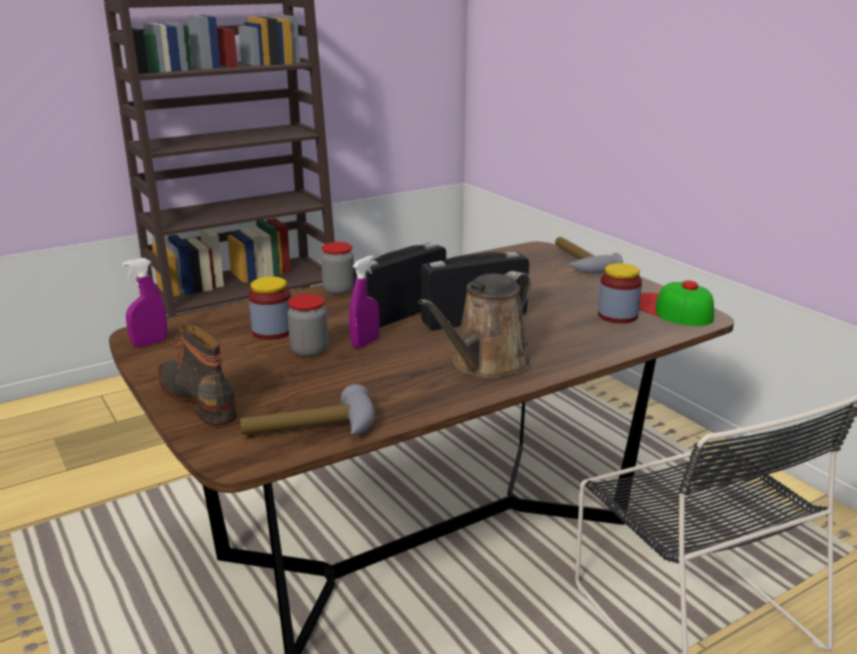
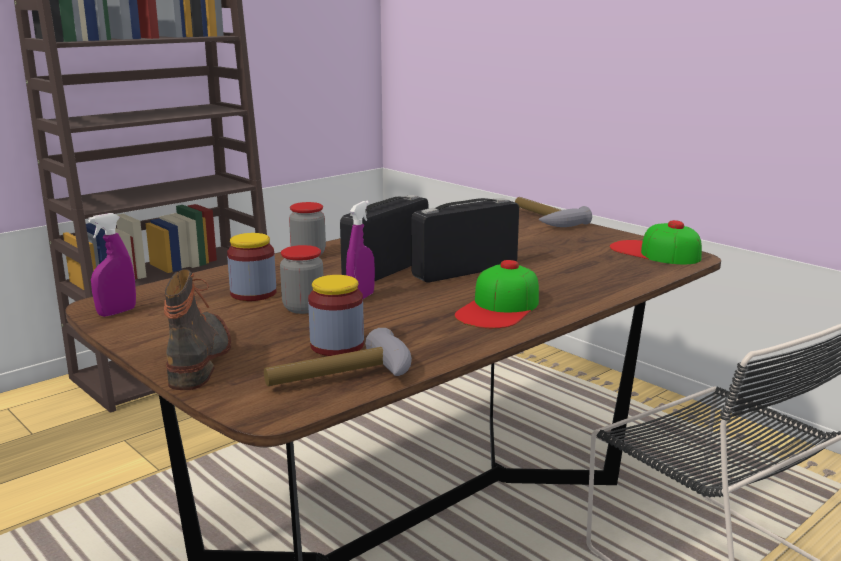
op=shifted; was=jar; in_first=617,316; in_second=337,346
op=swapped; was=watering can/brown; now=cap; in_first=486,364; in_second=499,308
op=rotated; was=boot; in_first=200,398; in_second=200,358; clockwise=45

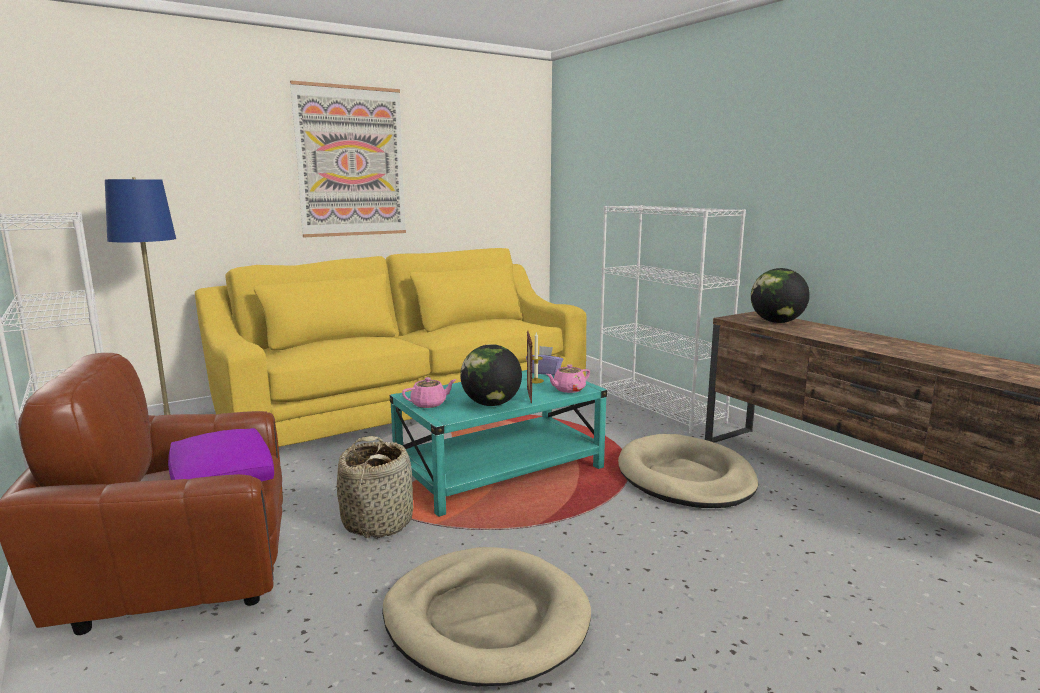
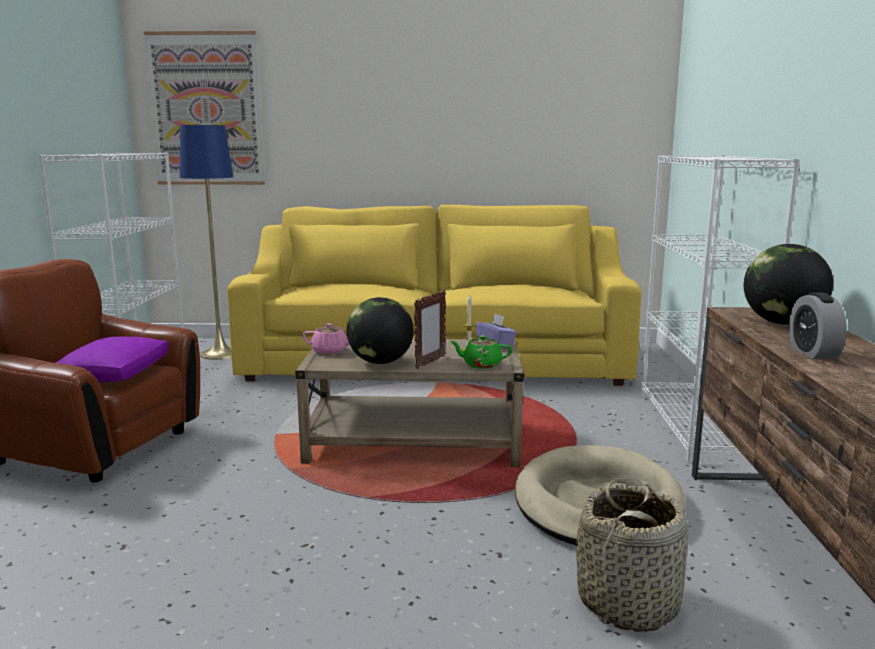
op=gone; was=dog bed/beige; in_first=486,620
op=new; now=alarm clock; in_second=813,353
op=shifted; was=picture; in_first=351,162; in_second=206,109
op=shifted; was=basket; in_first=378,522; in_second=628,602
op=repainted; was=coffee table/turquoise; now=coffee table/beige; in_first=500,472; in_second=414,442
op=repainted; was=teapot/pink; now=teapot/green; in_first=568,389; in_second=481,365

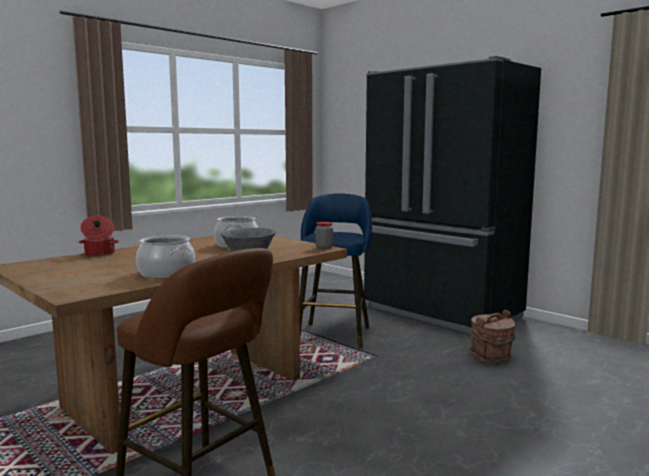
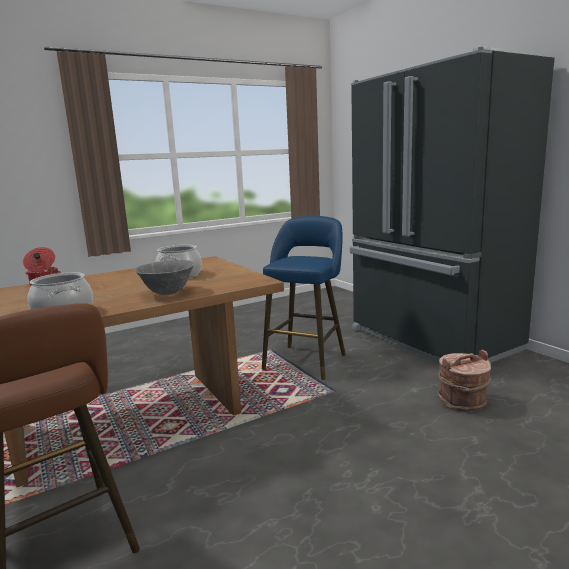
op=gone; was=jar; in_first=324,247

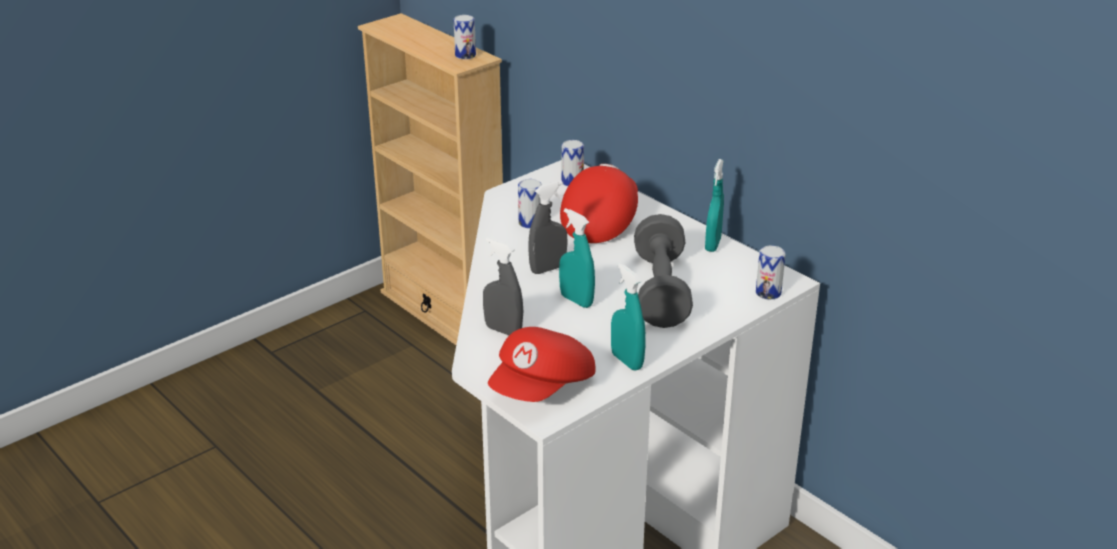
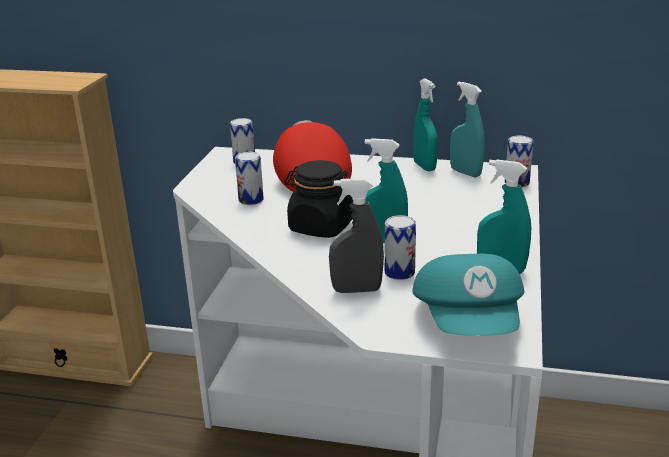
op=gone; was=dumbbell/grey; in_first=661,291
op=new; now=spray bottle/turquoise; in_second=465,172
op=shifted; was=can; in_first=465,55; in_second=399,272
op=swapped; was=spray bottle/grey; now=jar/black; in_first=548,269; in_second=320,227
op=repainted; was=cap/red; now=cap/turquoise; in_first=543,388; in_second=470,323

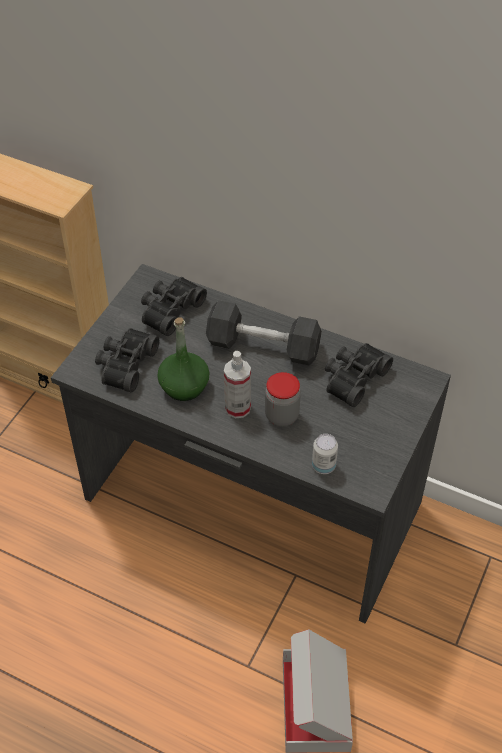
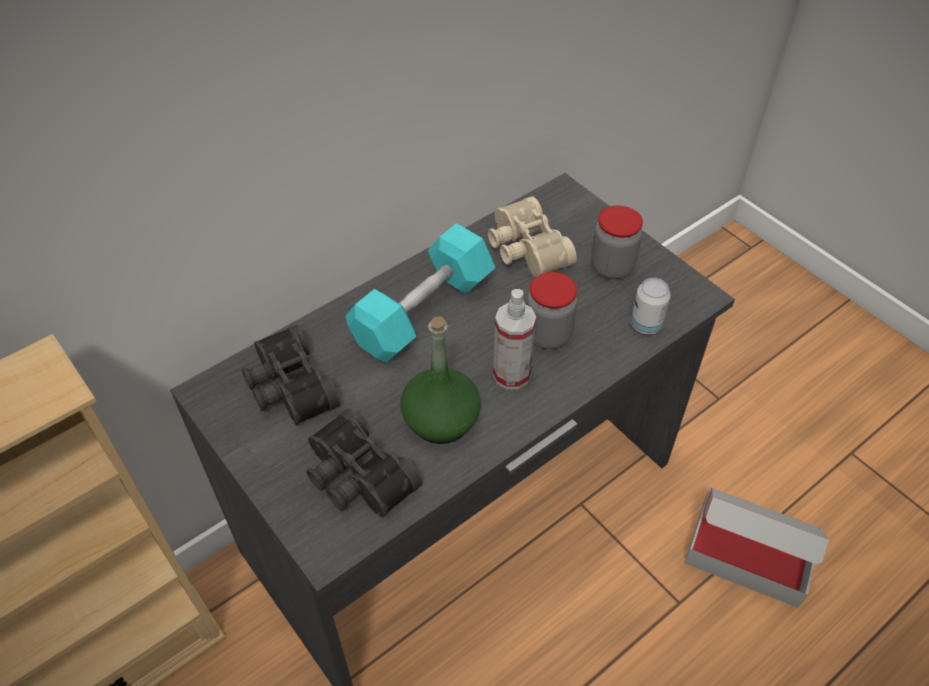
op=new; now=jar; in_second=612,267
op=repainted; was=dumbbell/grey; now=dumbbell/turquoise; in_first=263,346; in_second=423,311
op=repainted; was=binoculars/black; now=binoculars/beige; in_first=352,378; in_second=524,249

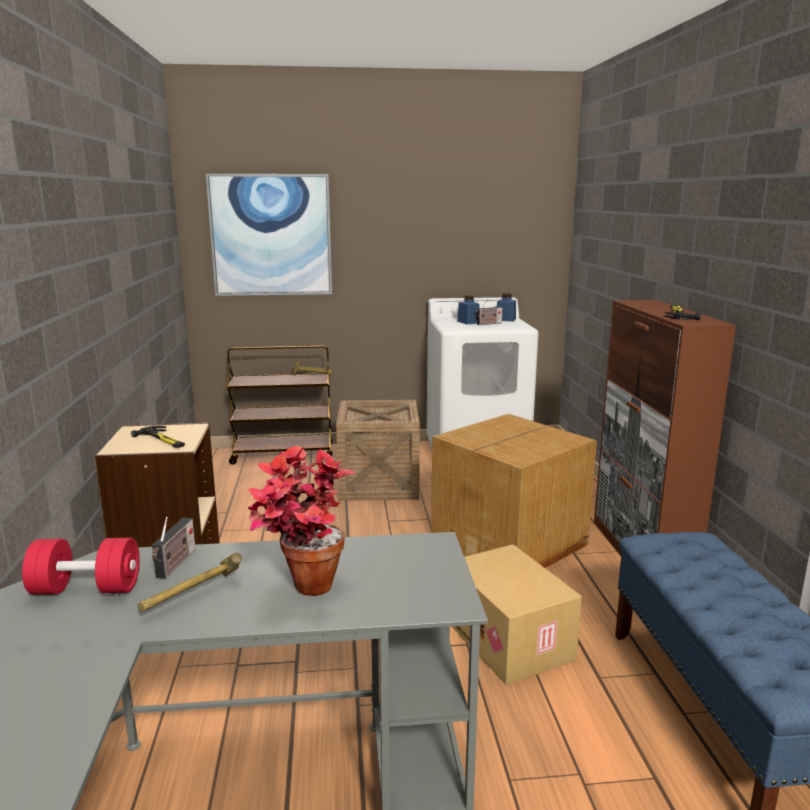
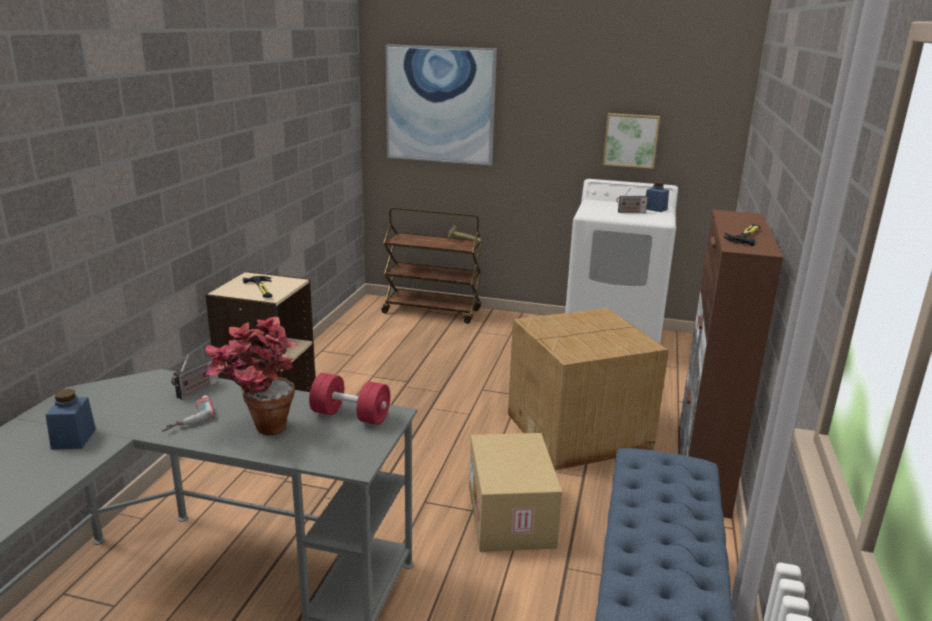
op=gone; was=crate; in_first=379,484
op=new; now=picture; in_second=631,140
op=shifted; was=dumbbell/red; in_first=86,589; in_second=350,416
op=shifted; was=jar/blue; in_first=468,322; in_second=74,439
op=swapped; was=hammer; now=power drill; in_first=192,597; in_second=187,417

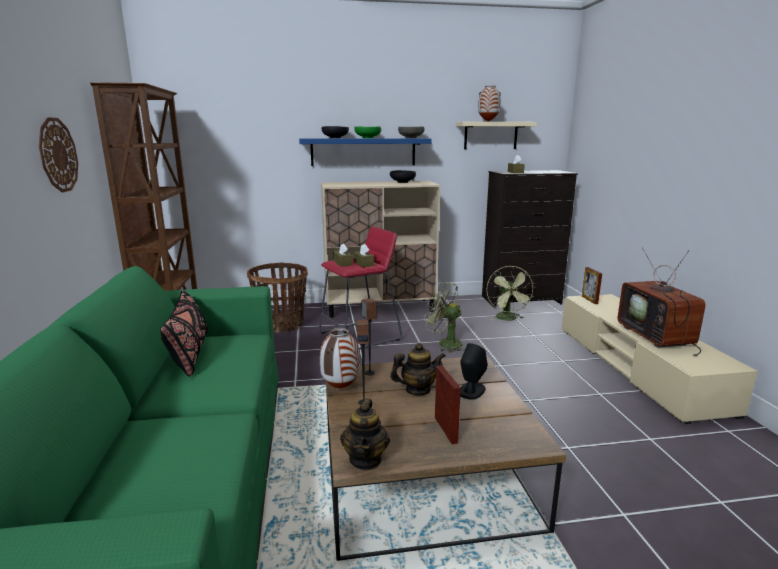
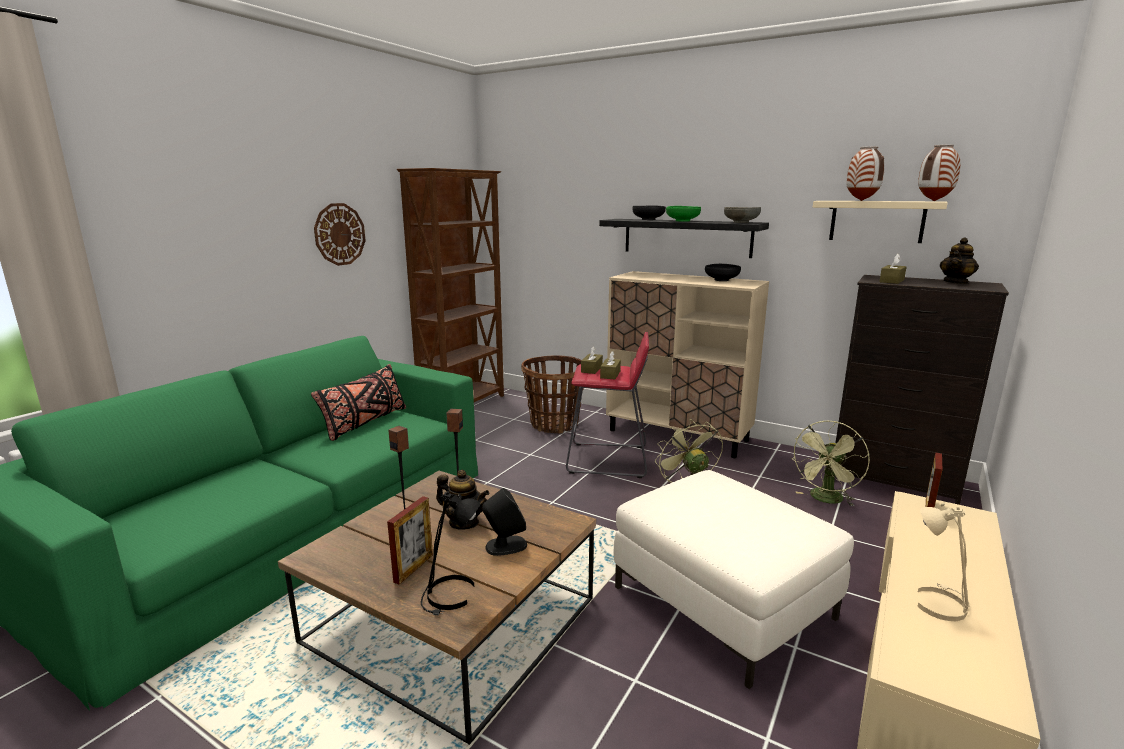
op=new; now=table lamp/black; in_second=450,596
op=new; now=ottoman/white; in_second=722,602
op=shifted; was=vase; in_first=340,387; in_second=934,201
op=shifted; was=teapot; in_first=366,459; in_second=956,282
op=swapped; was=television; now=table lamp/beige; in_first=658,337; in_second=938,603
op=repainted; was=shelf/blue; now=shelf/black; in_first=363,152; in_second=686,237

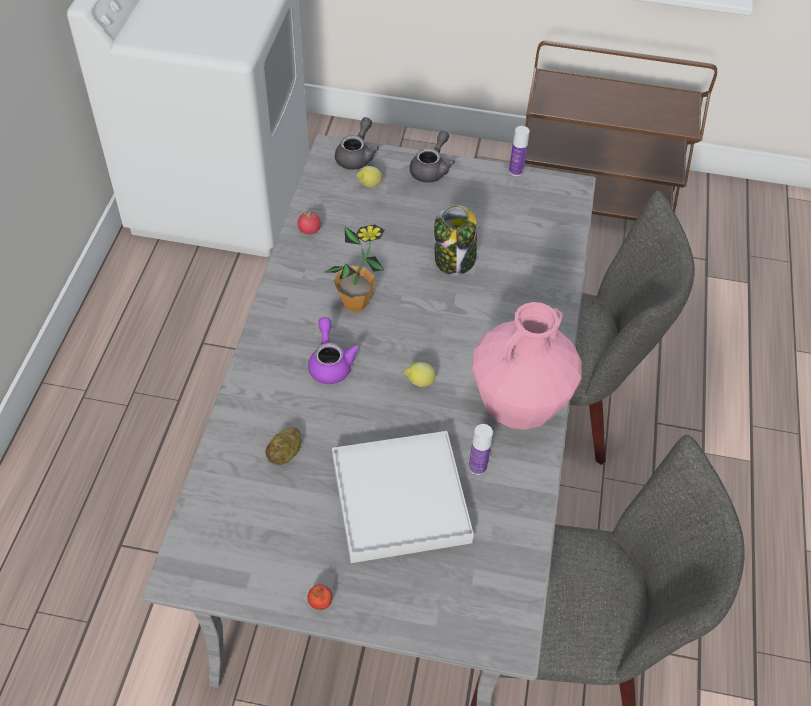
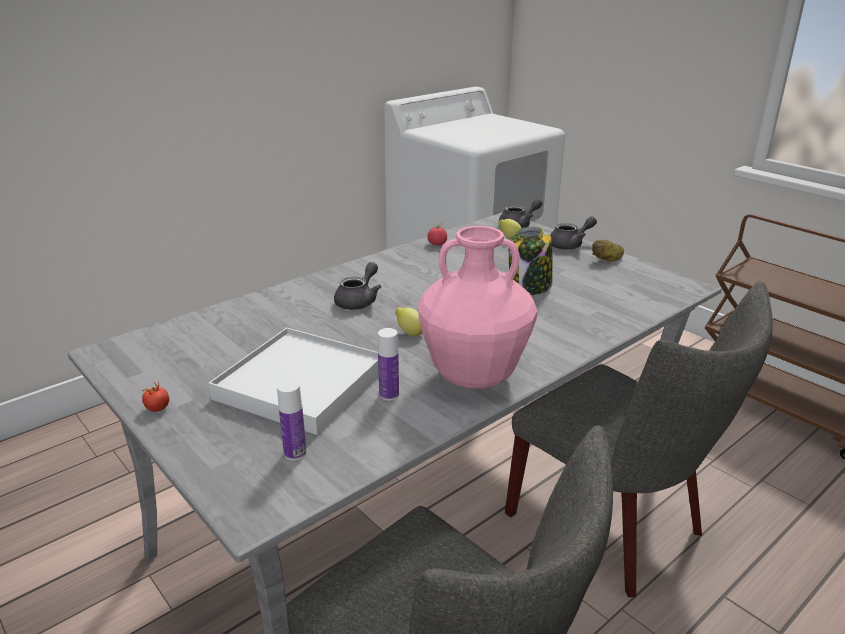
op=gone; was=potted plant; in_first=355,302
op=shifted; was=potato; in_first=286,453; in_second=607,260
op=shifted; was=bottle; in_first=516,171; in_second=295,453
op=repainted; was=teapot/purple; now=teapot/grey; in_first=330,363; in_second=359,301

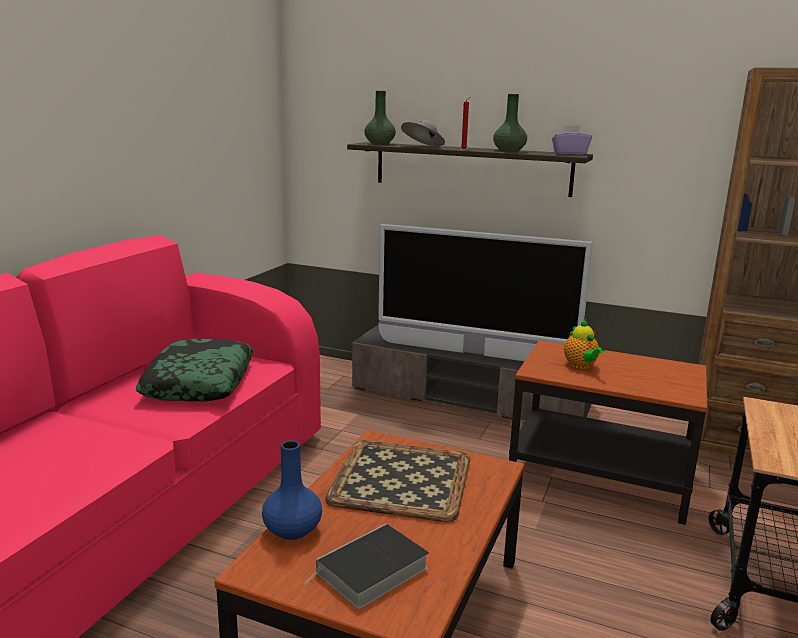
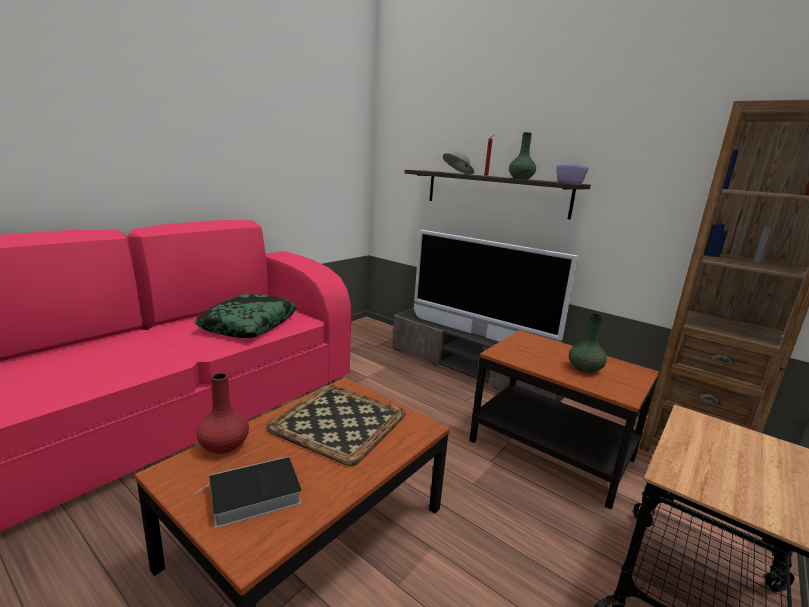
op=gone; was=teapot; in_first=581,366
op=shifted; was=vase/green; in_first=380,143; in_second=585,369
op=repainted; was=vase/blue; now=vase/red; in_first=293,530; in_second=224,446

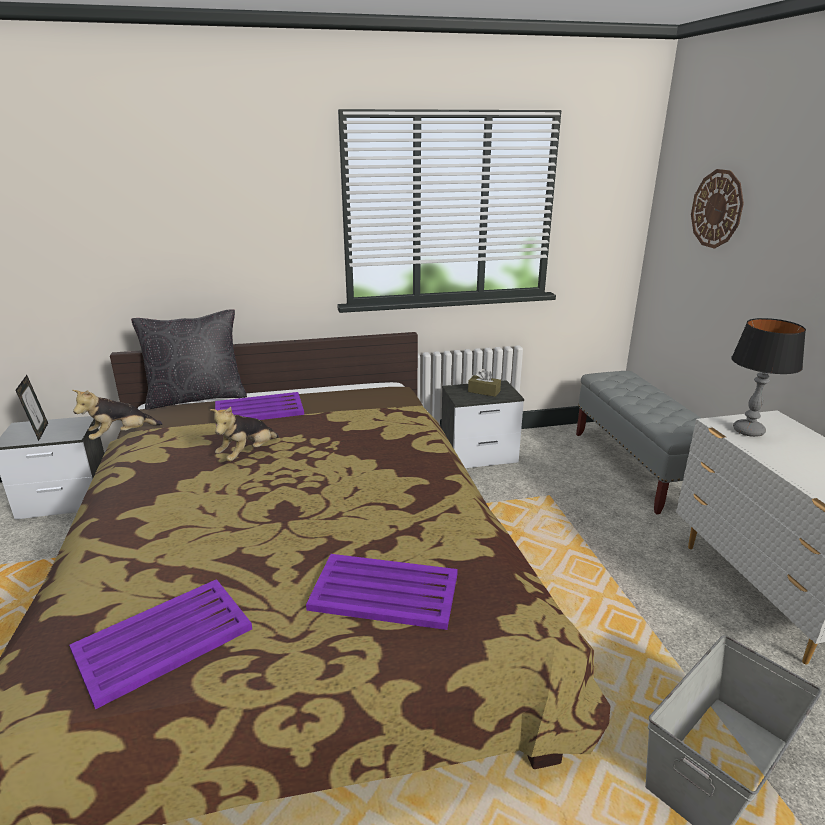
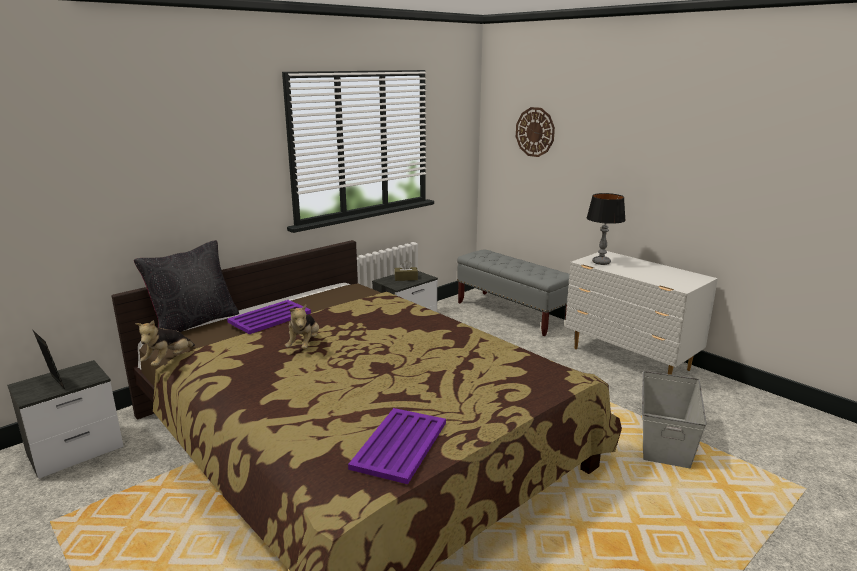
op=gone; was=tray/purple; in_first=386,592

